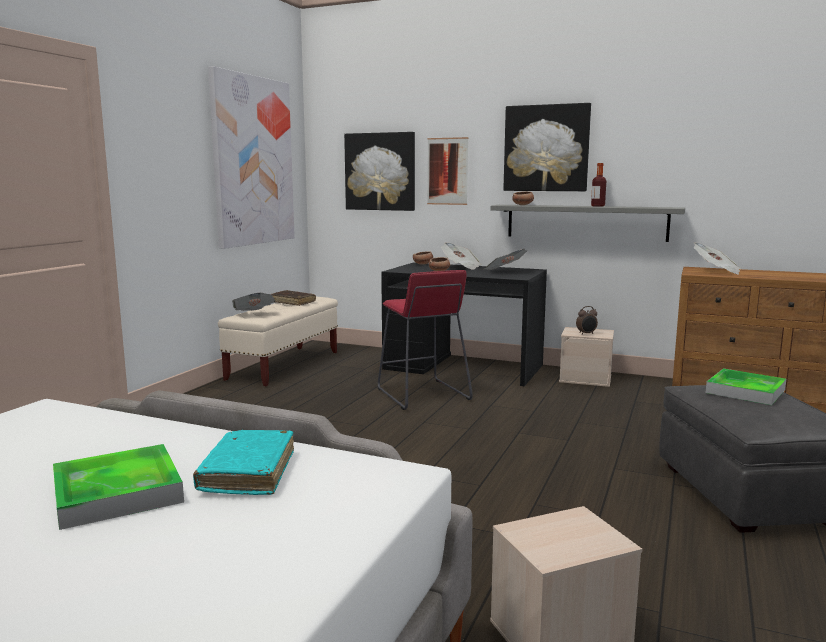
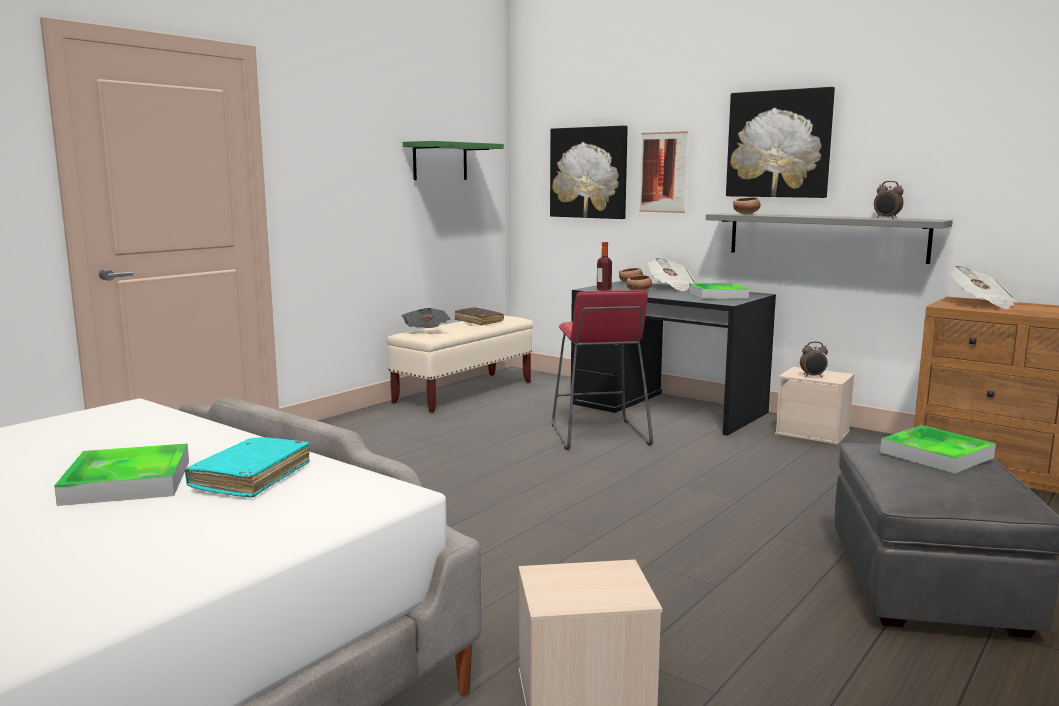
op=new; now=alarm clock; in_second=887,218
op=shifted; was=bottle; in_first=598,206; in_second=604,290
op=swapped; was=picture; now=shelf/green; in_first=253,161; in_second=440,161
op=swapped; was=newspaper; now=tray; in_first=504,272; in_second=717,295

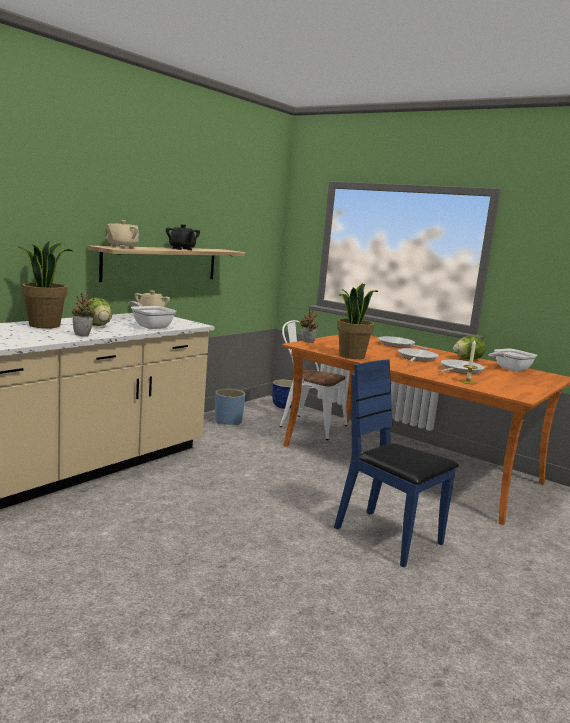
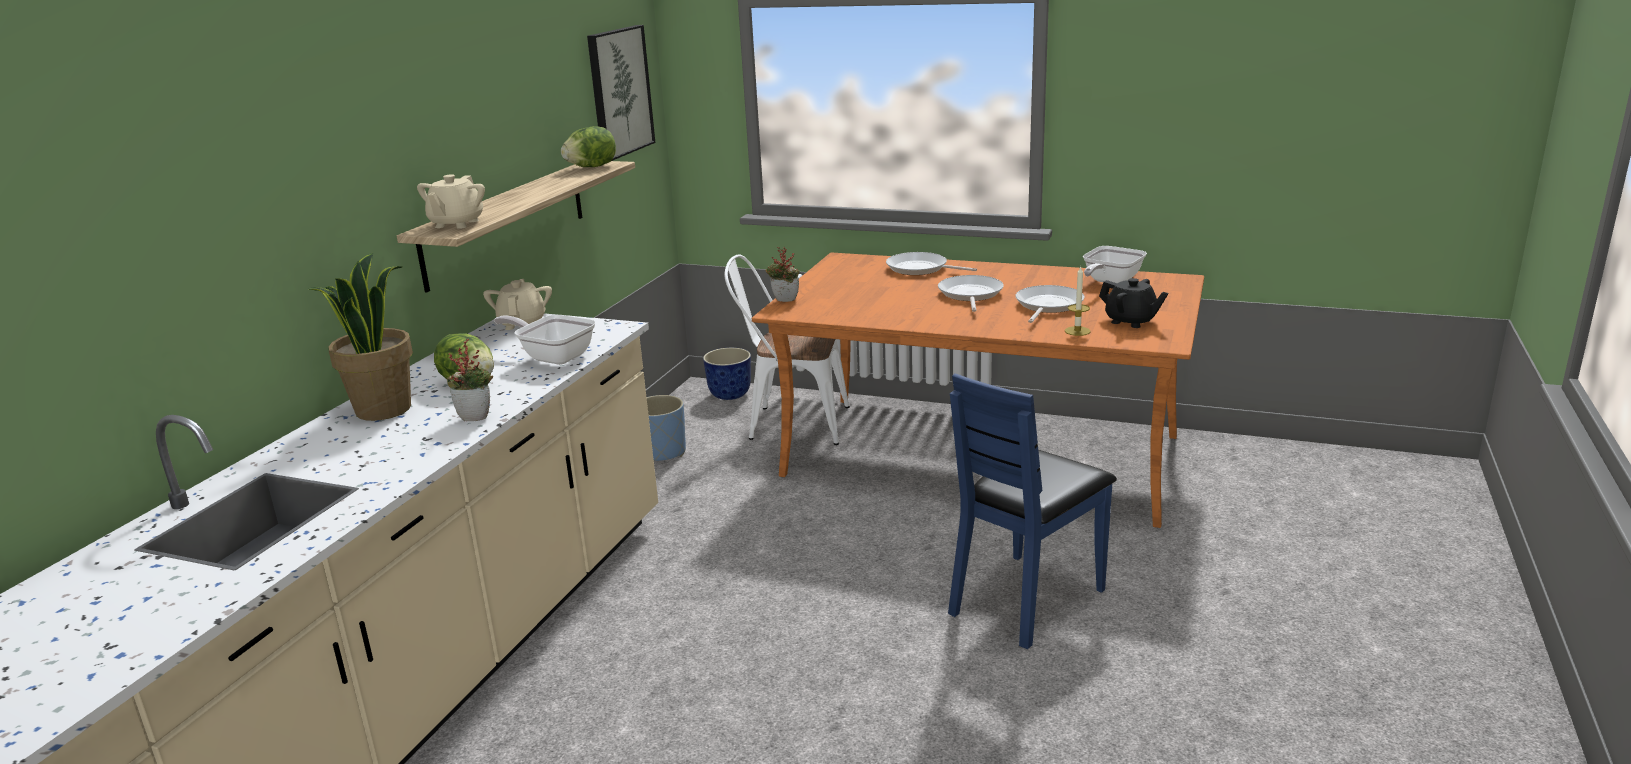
op=gone; was=potted plant; in_first=351,356
op=new; now=picture; in_second=619,92
op=shifted; was=teapot/black; in_first=182,249; in_second=1131,321
op=shifted; was=lettuce; in_first=467,359; in_second=591,167
op=rotated; was=chair/blue; in_first=388,537; in_second=1026,600; clockwise=-75

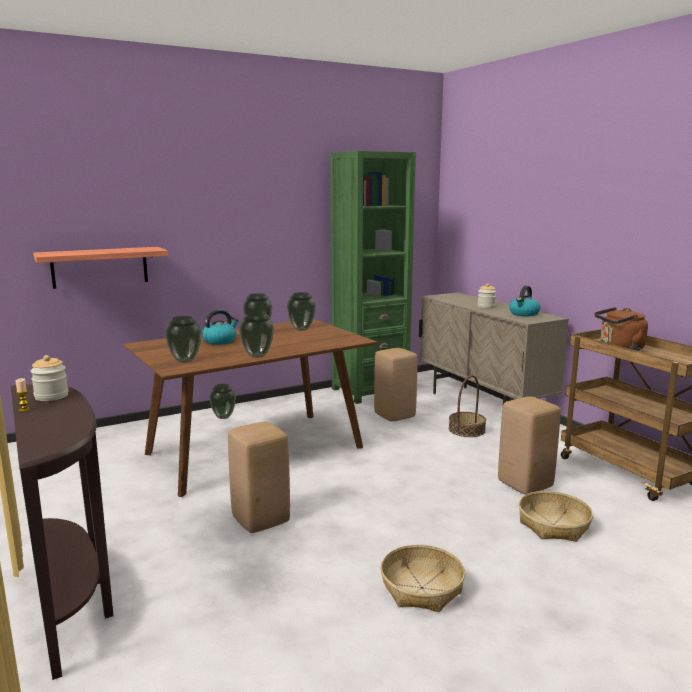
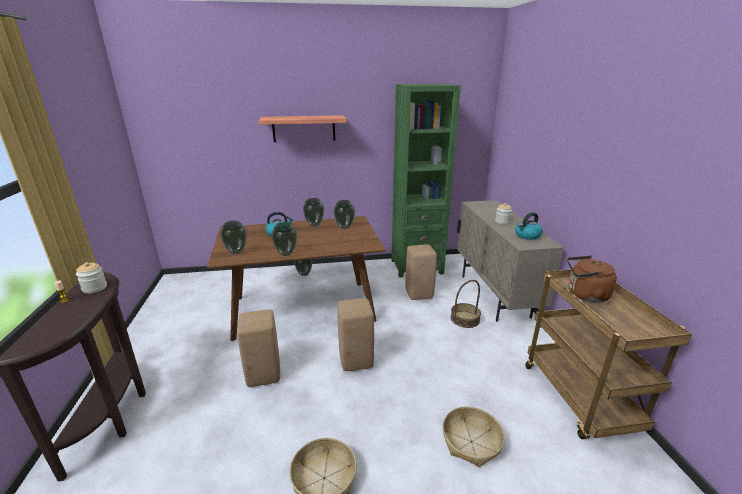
op=shifted; was=shelf; in_first=100,267; in_second=304,128
op=shifted; was=stool/beige; in_first=525,485; in_second=355,361

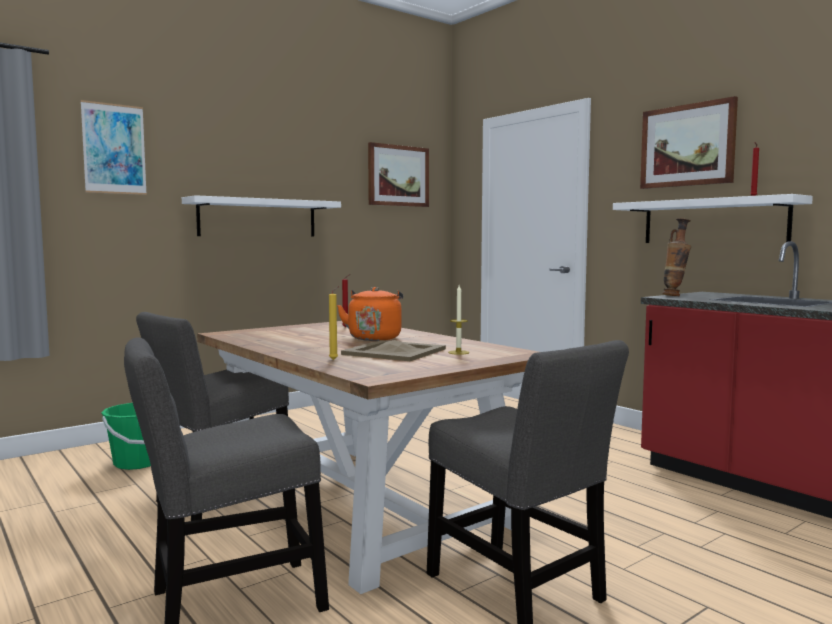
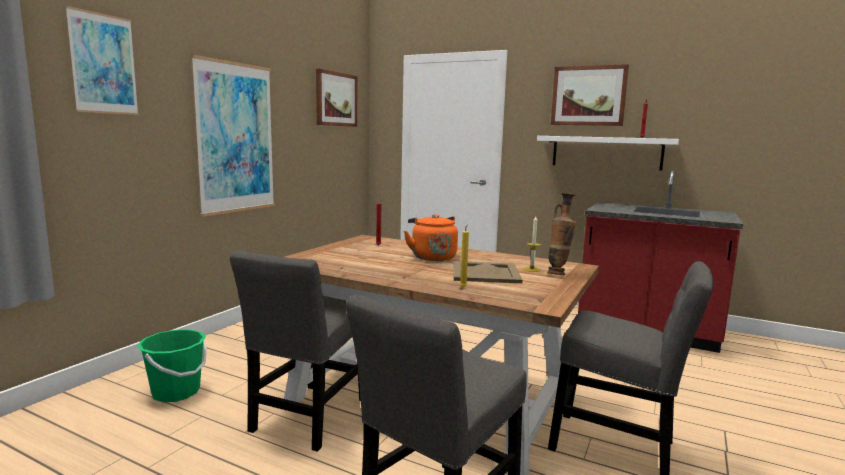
op=shifted; was=vase; in_first=675,296; in_second=558,274
op=swapped; was=shelf/white; now=picture; in_first=258,218; in_second=235,138

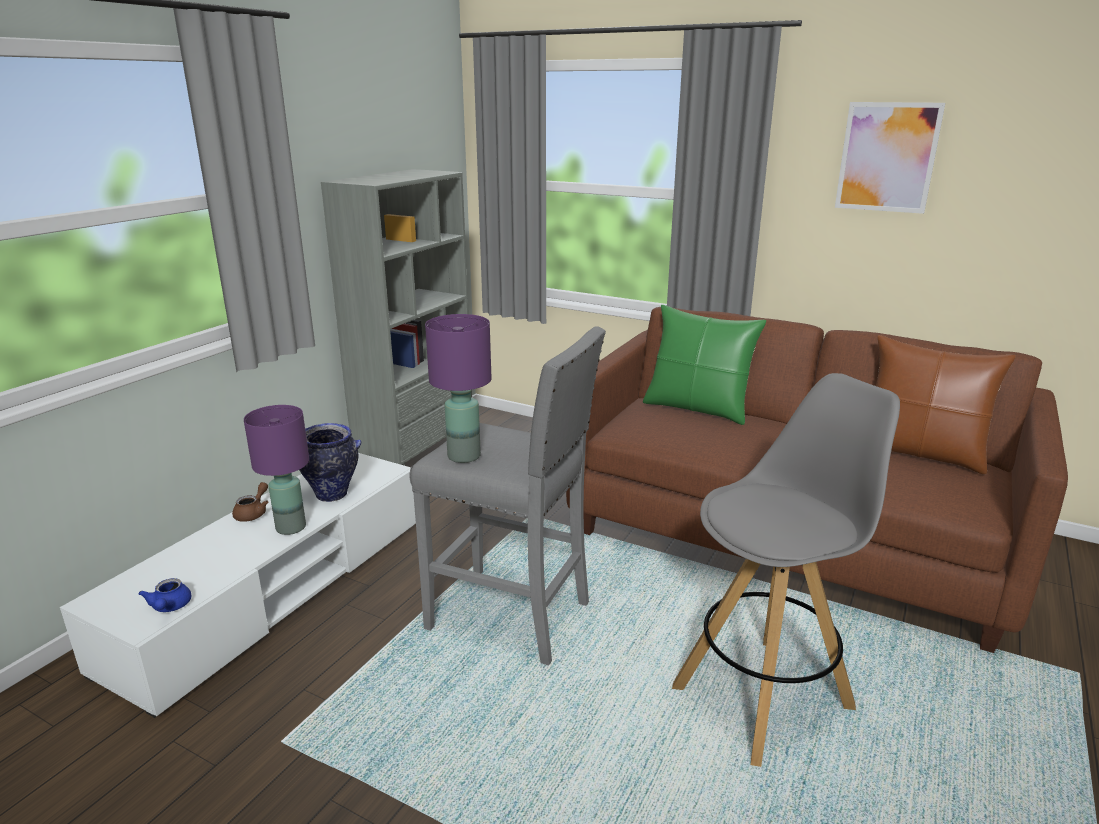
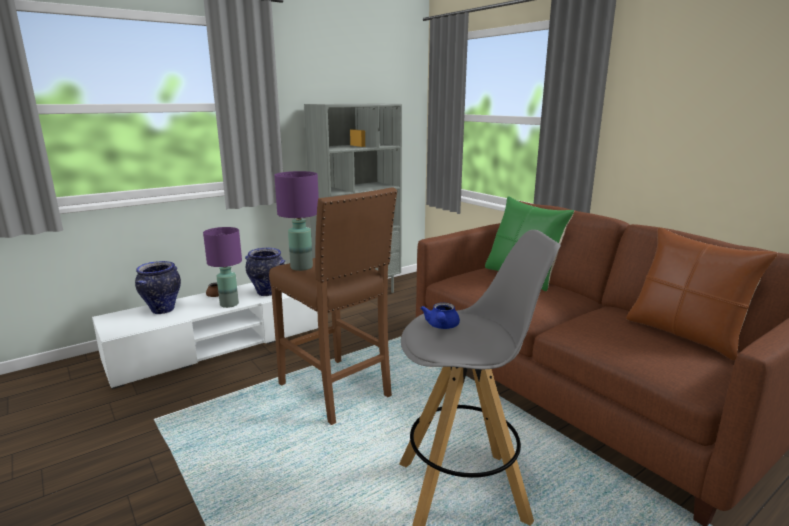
op=gone; was=picture; in_first=887,157
op=new; now=vase; in_second=162,310
op=shifted; was=teapot/blue; in_first=169,607; in_second=441,326
op=repainted; was=stool/grey; now=stool/brown; in_first=512,616; in_second=336,391

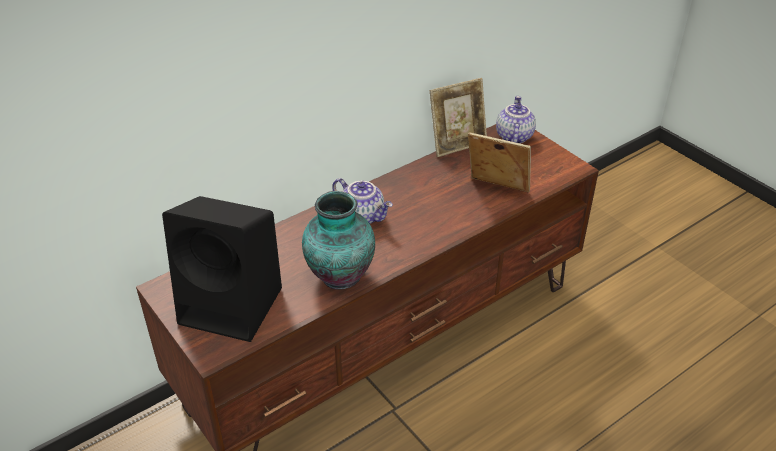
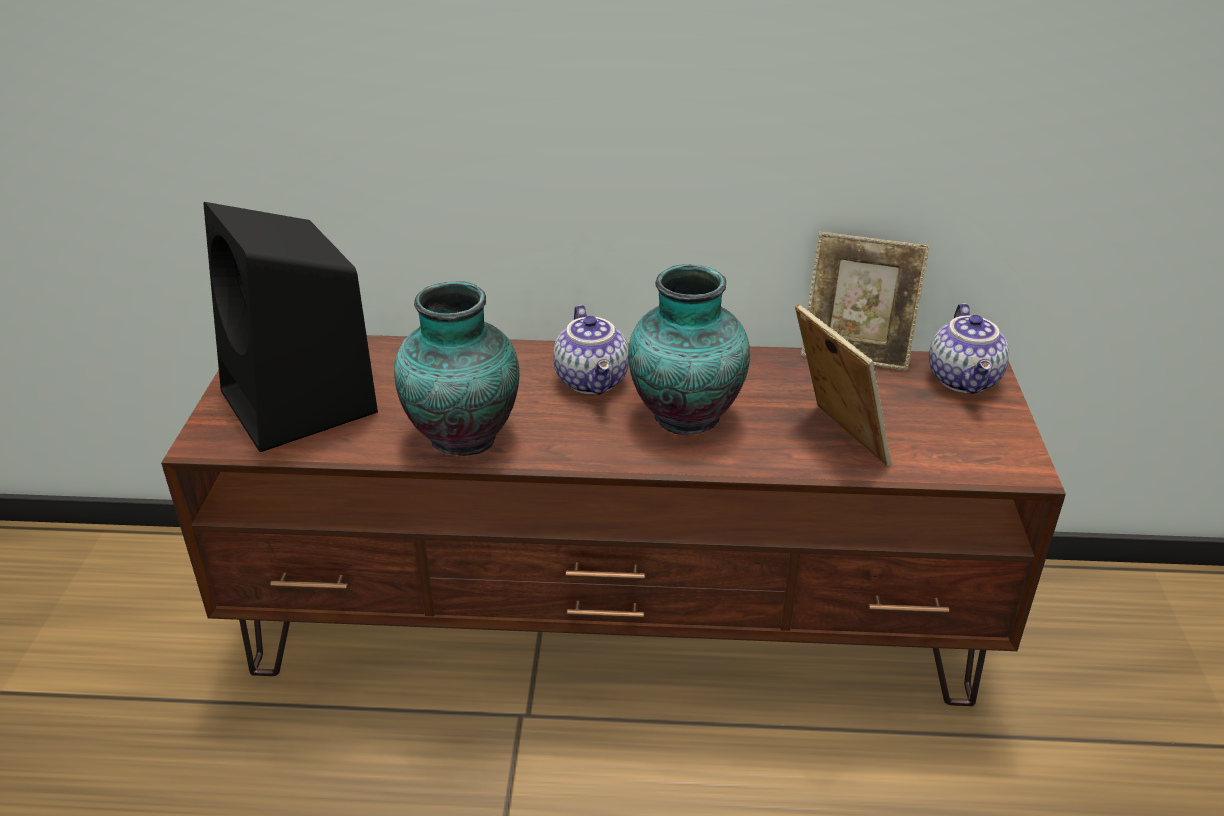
op=new; now=vase; in_second=683,415
op=rotated; was=teapot; in_first=513,136; in_second=965,380; clockwise=135

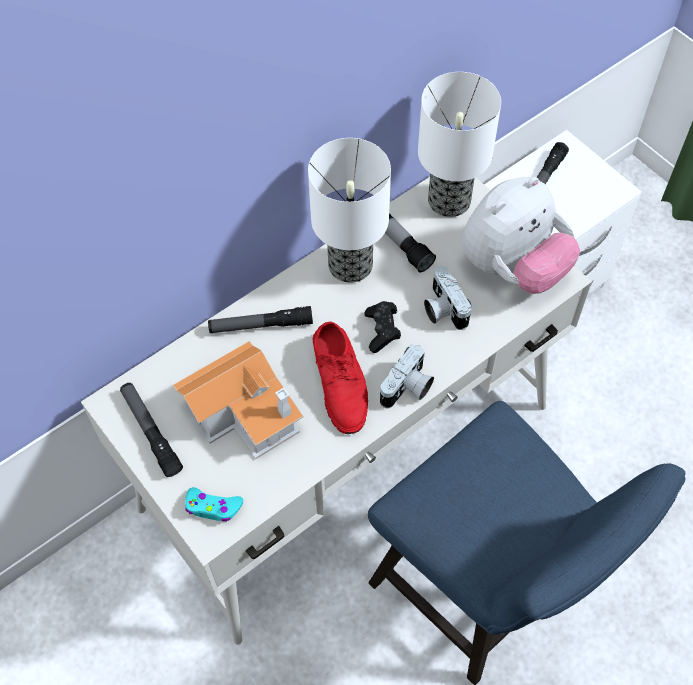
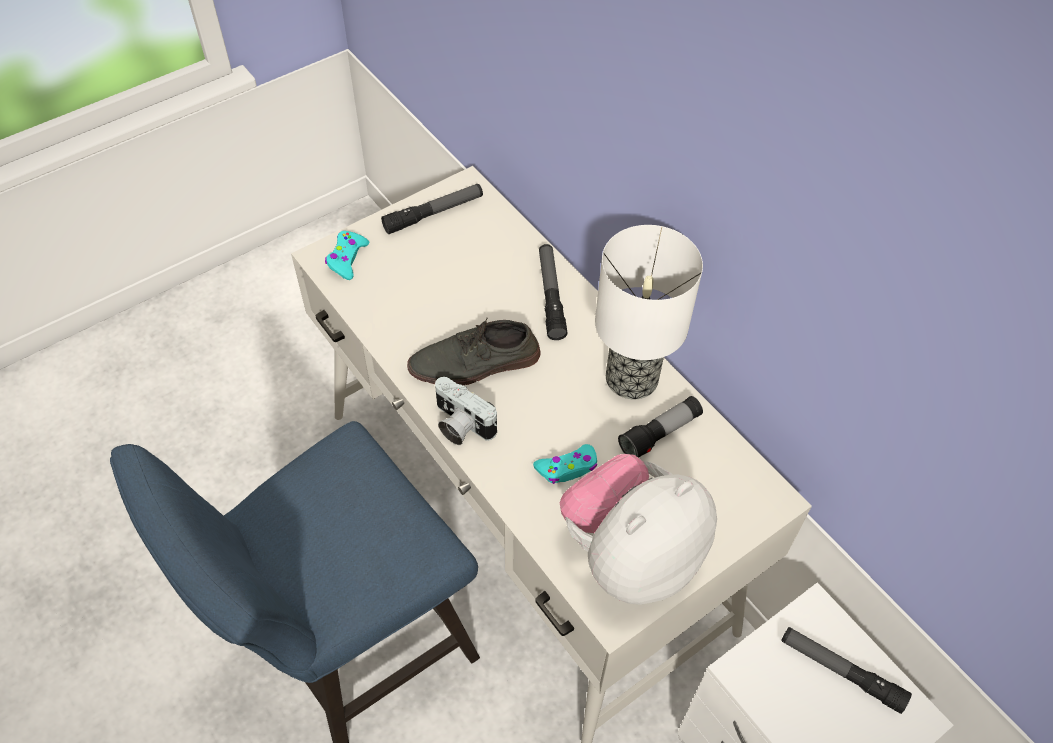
op=gone; was=toy house; in_first=246,412
op=gone; was=game controller/black; in_first=382,331
op=gone; was=table lamp; in_first=448,200
op=swapped; was=photo camera; now=game controller/turquoise; in_first=442,309; in_second=567,468
op=repainted; was=shoe/red; now=shoe/grey; in_first=341,382; in_second=474,363
op=rotated; was=plush toy; in_first=513,267; in_second=630,555; clockwise=90

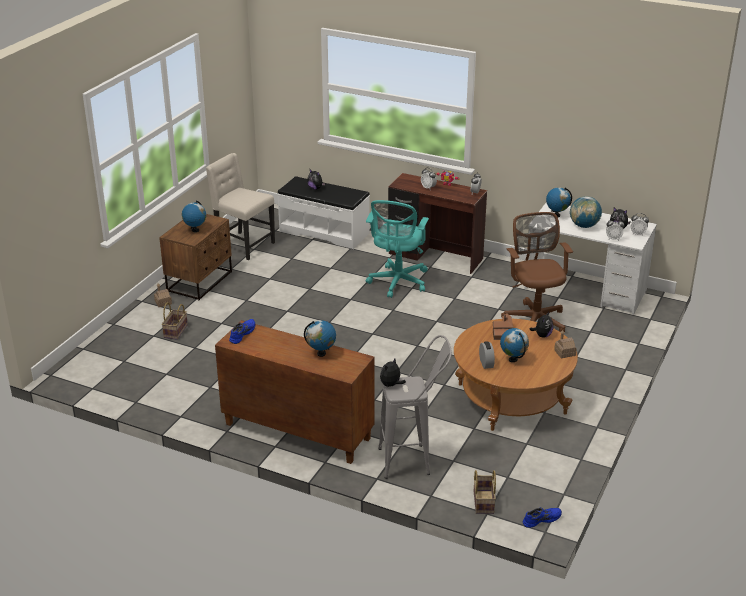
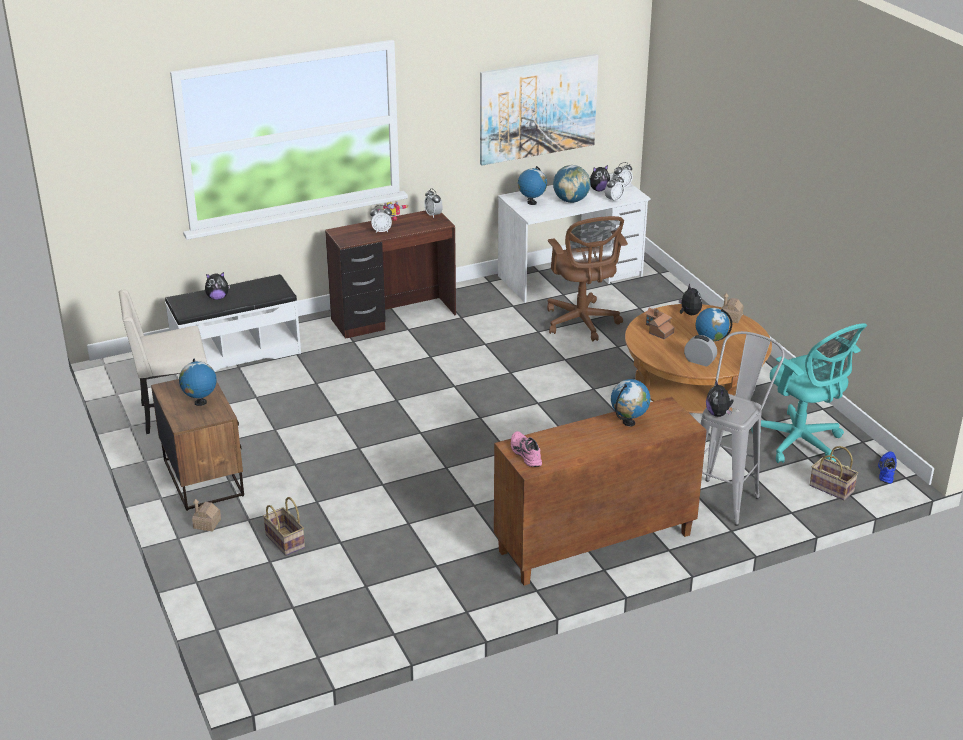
op=new; now=picture; in_second=537,108
op=shifted; was=office chair/turquoise; in_first=397,283; in_second=800,443
op=repainted; was=shoe/blue; now=shoe/pink; in_first=241,334; in_second=524,454
op=rotated; was=office chair/brown; in_first=534,319; in_second=582,323; clockwise=-135

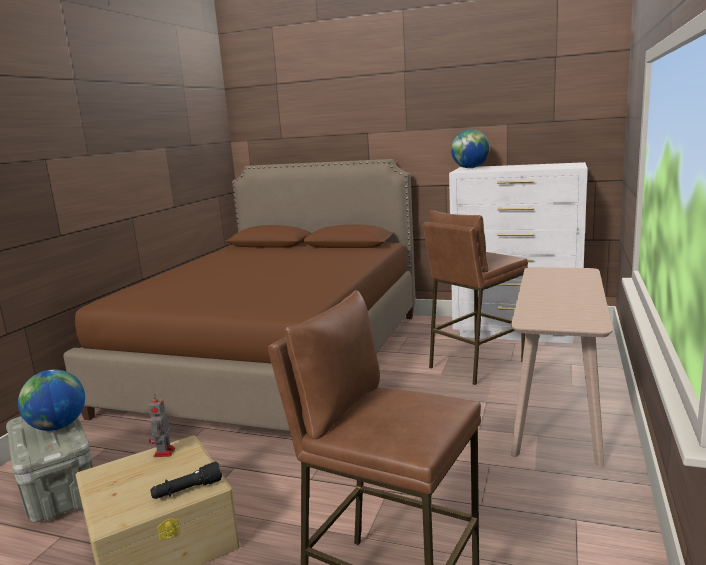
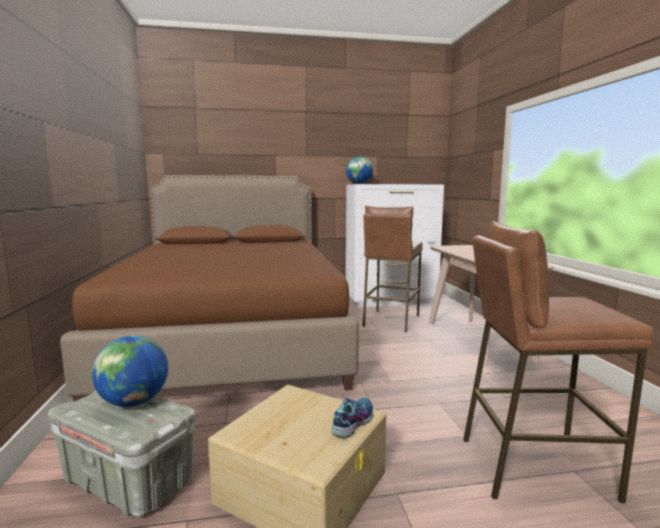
op=gone; was=toy robot; in_first=164,453
op=swapped; was=flashlight/black; now=shoe; in_first=187,490; in_second=352,422

